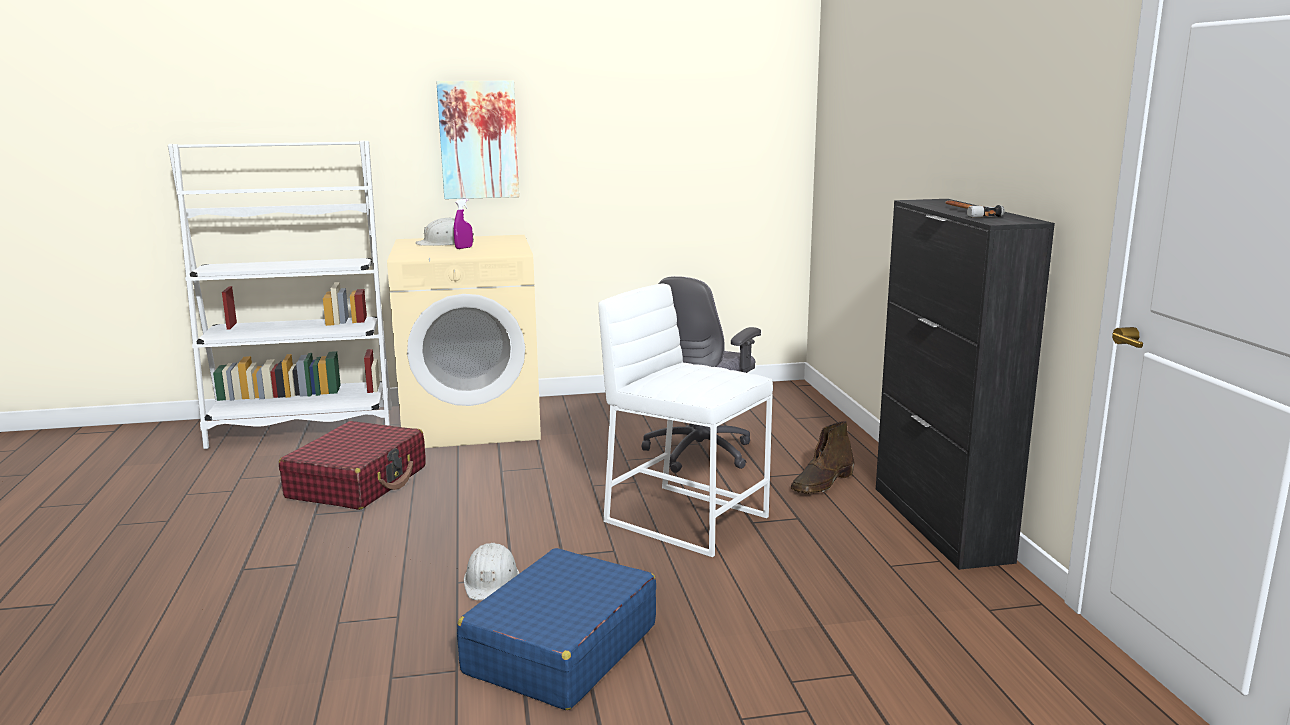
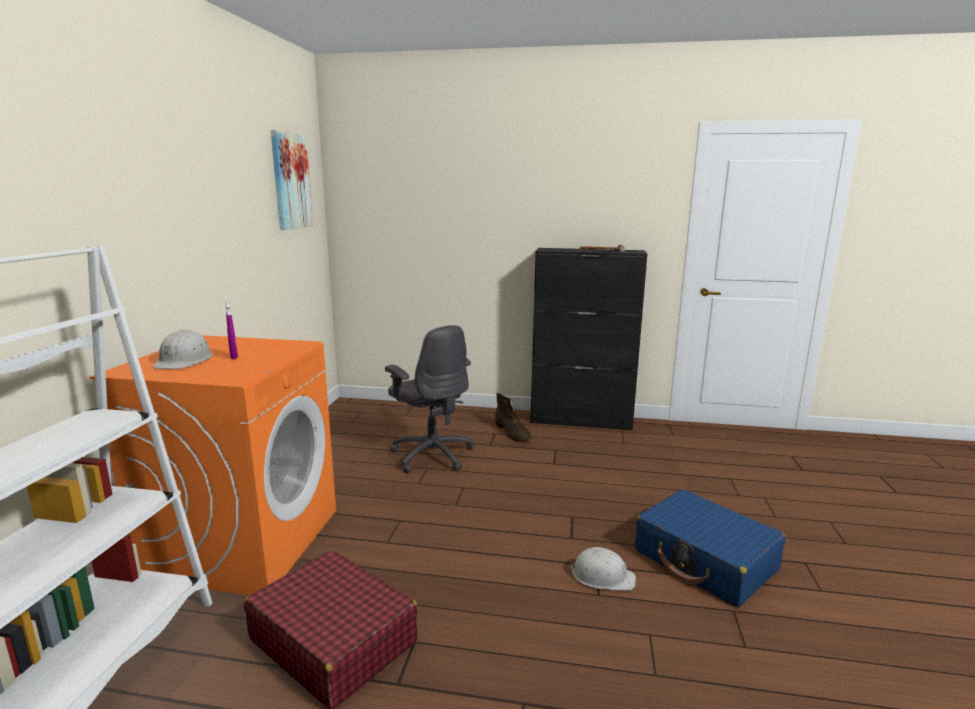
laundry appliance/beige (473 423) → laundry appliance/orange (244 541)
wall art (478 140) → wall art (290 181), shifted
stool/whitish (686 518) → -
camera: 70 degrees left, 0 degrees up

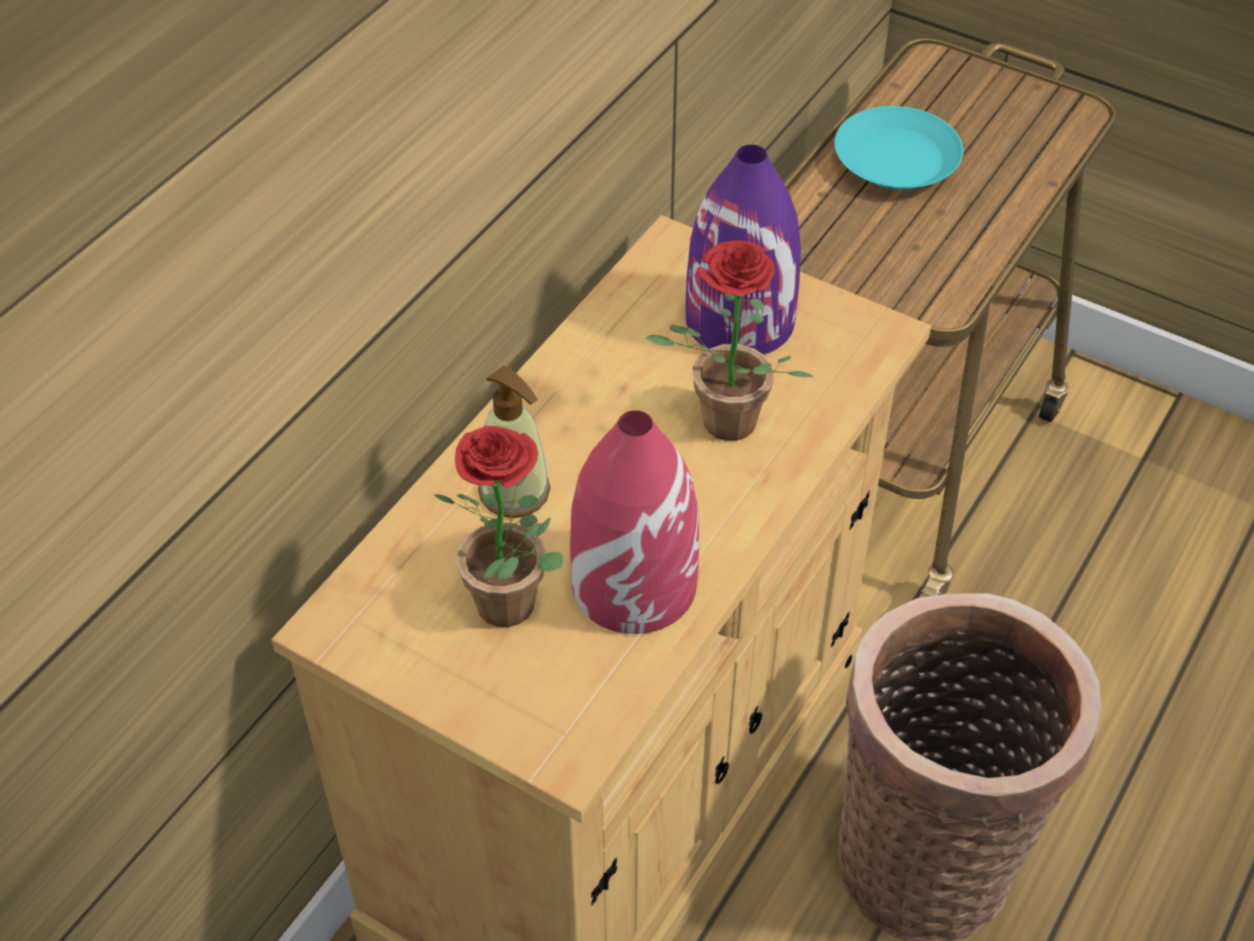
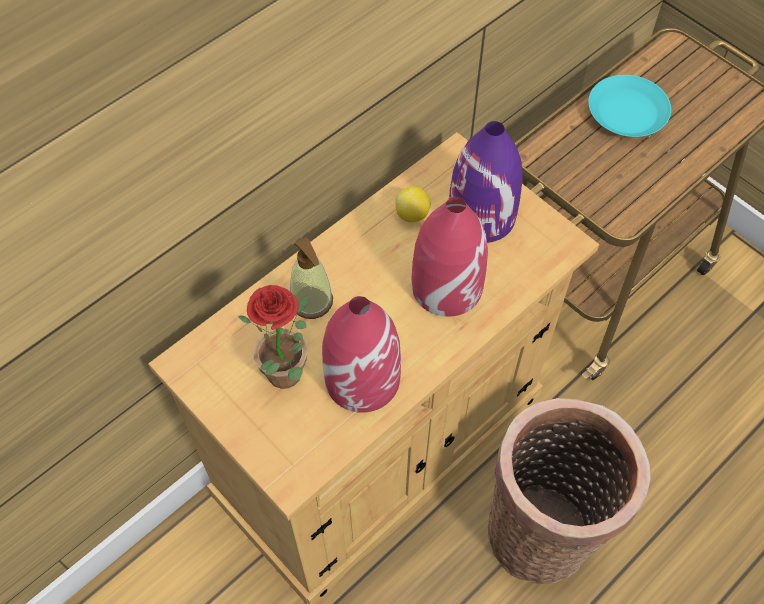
- → lemon (412 214)
potted plant (720 427) → flower vase/reddish (446 286)
camera: 15 degrees right, 10 degrees up

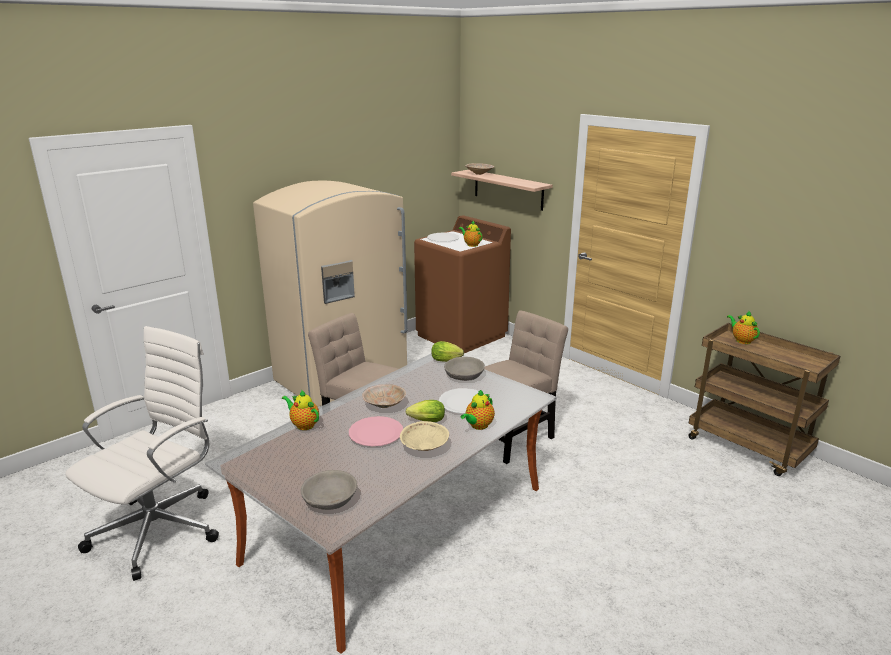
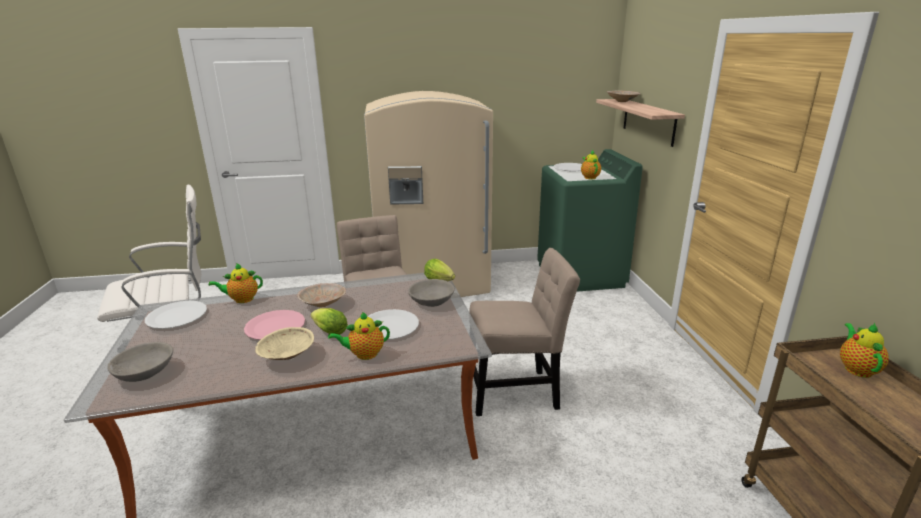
- → flat dish/whitish (177 316)
teapot (303 425) → teapot (242 299), 90 degrees counterclockwise
laundry appliance/brown (461 336) → laundry appliance/greenish (580 275)
camera: 35 degrees right, 0 degrees up

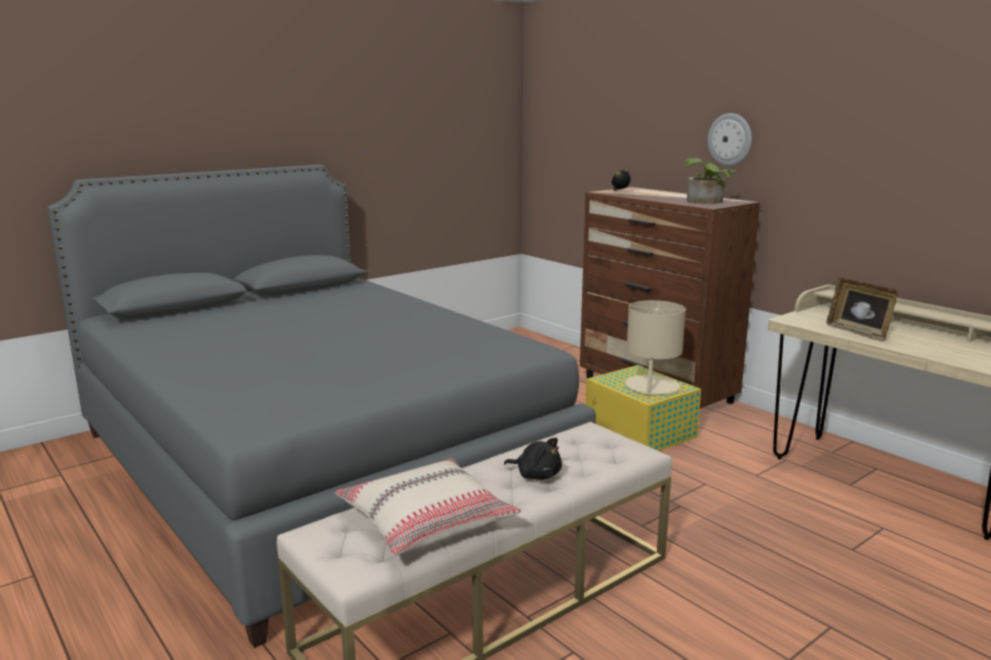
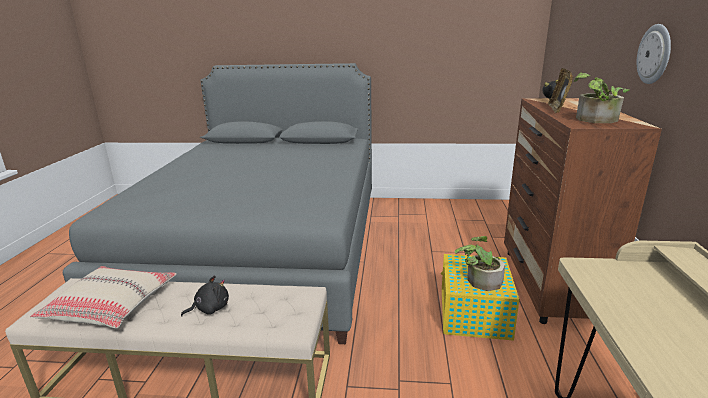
soft toy/black-coloured (536 475) → soft toy/black-coloured (210 308), 105 degrees counterclockwise
tabletop lamp/beige (652 387) → potted plant (479 280)
photo frame (858 332) → photo frame (557 109), shifted
camera: 45 degrees right, 5 degrees up

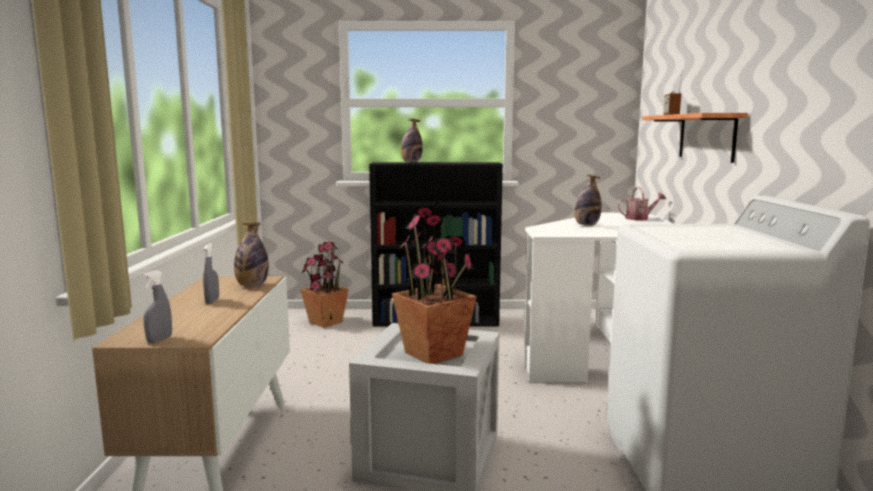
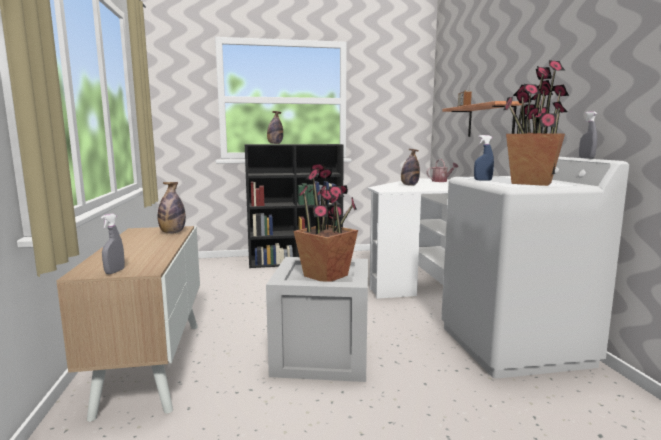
- → hand sprayer/blue (482 180)
potted plant (325 322) → potted plant (530 183), shifted
hand sprayer/grey (212 301) → hand sprayer/grey (586 158), shifted
camera: 10 degrees left, 0 degrees up

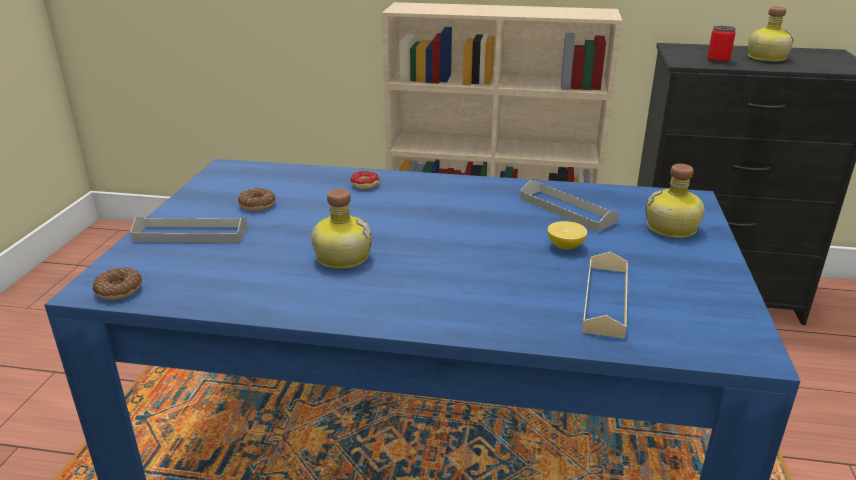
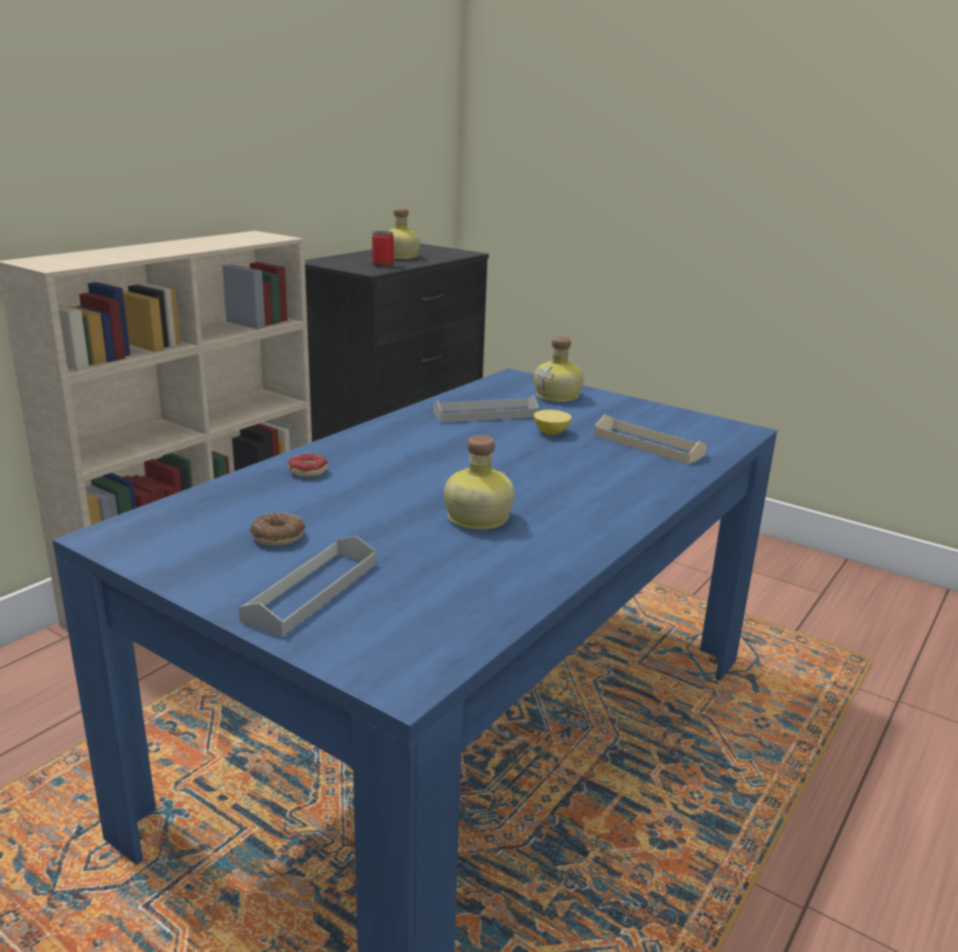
doughnut (119 290) → -
camera: 65 degrees left, 5 degrees down

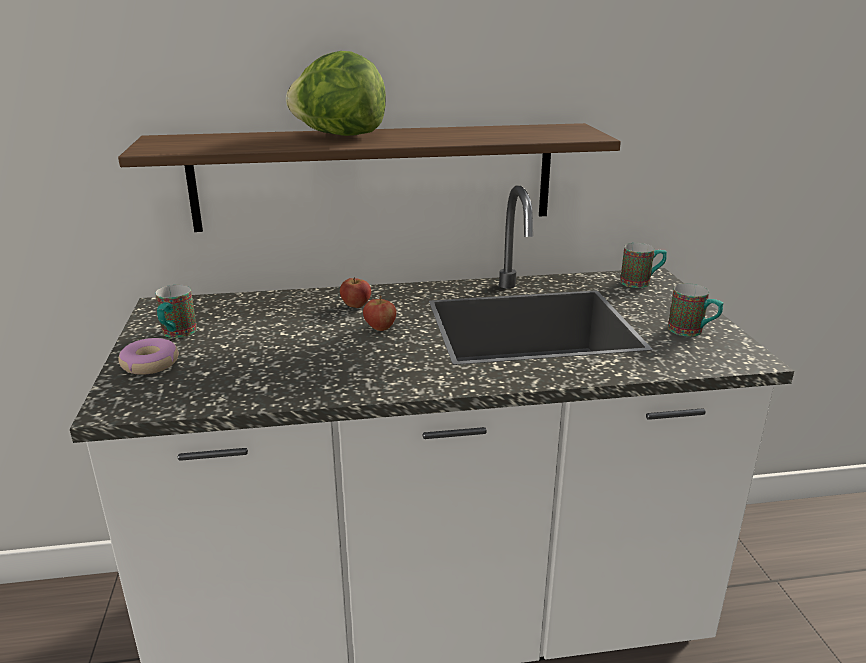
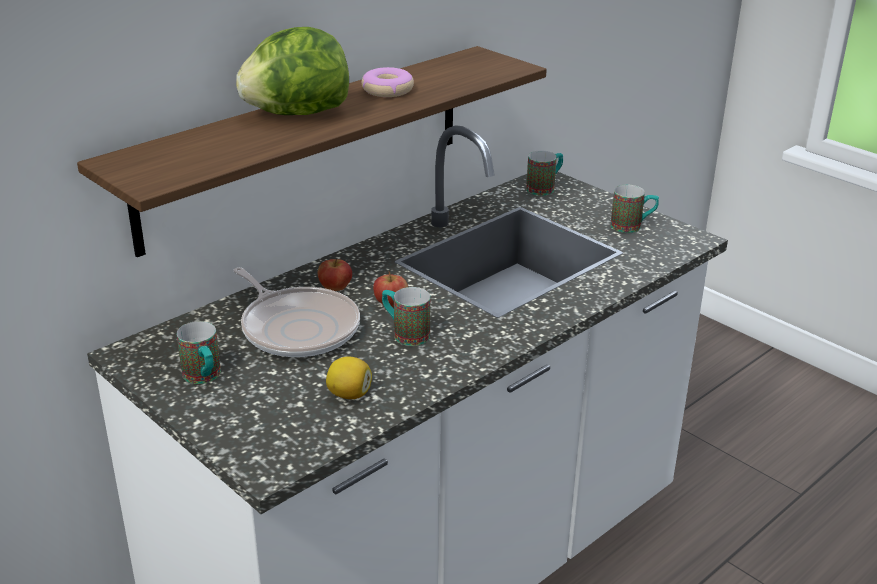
- → frying pan (297 328)
- → lemon (349 394)
doughnut (150 364) → doughnut (387 90), shifted
- → coffee mug (405 333)
camera: 35 degrees left, 5 degrees up

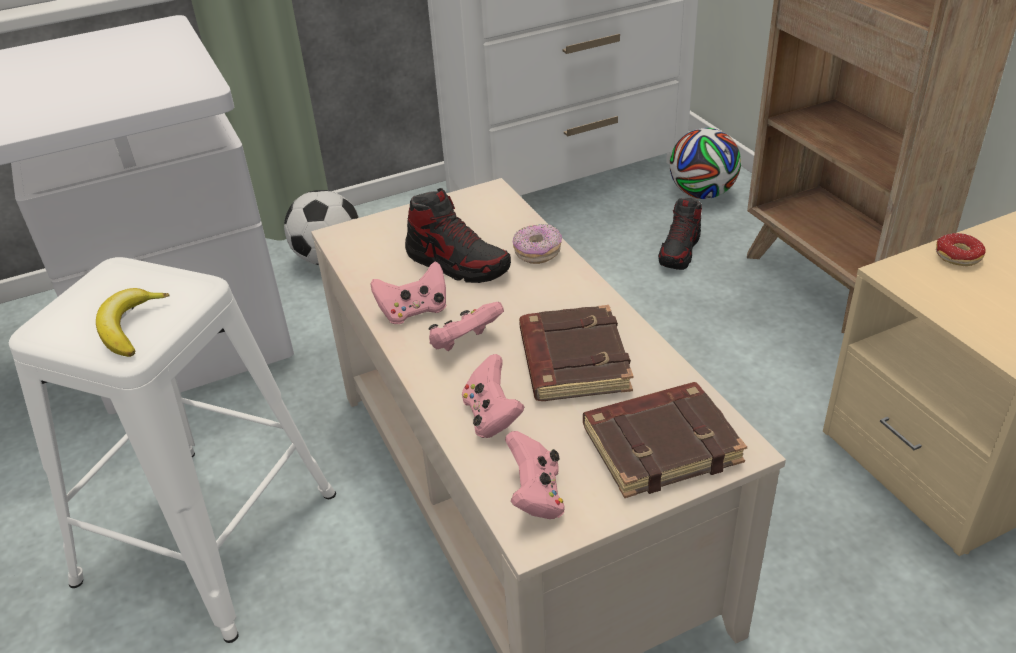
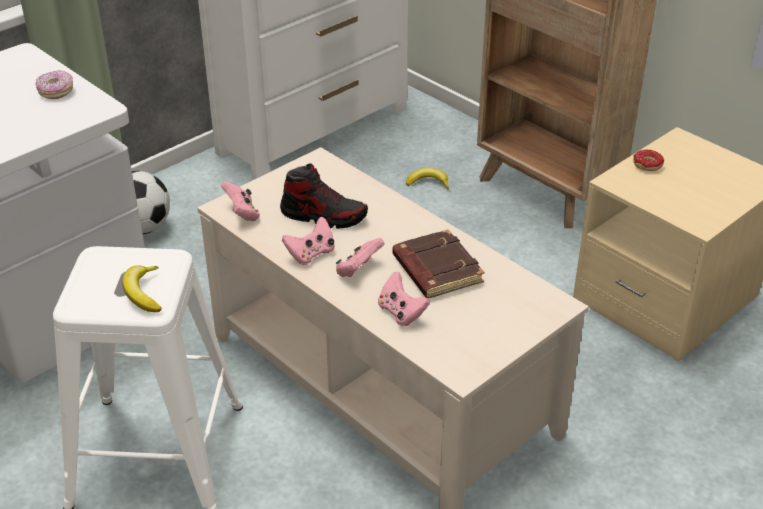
doughnut (537 253) → doughnut (56 92), shifted
game controller/pink (536 496) → game controller/pink (242 214), shifted
low shoe (680 251) → banana fruit (428 183)
bound book/brown (661 444) → -
football (702 194) → -
camera: 20 degrees left, 0 degrees up

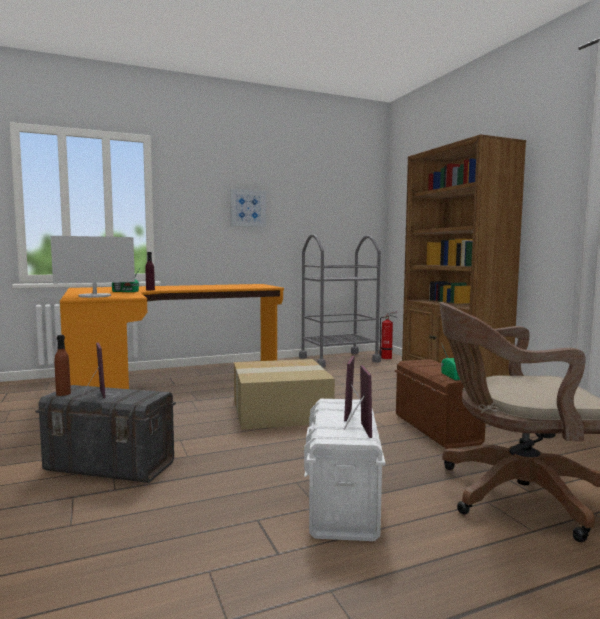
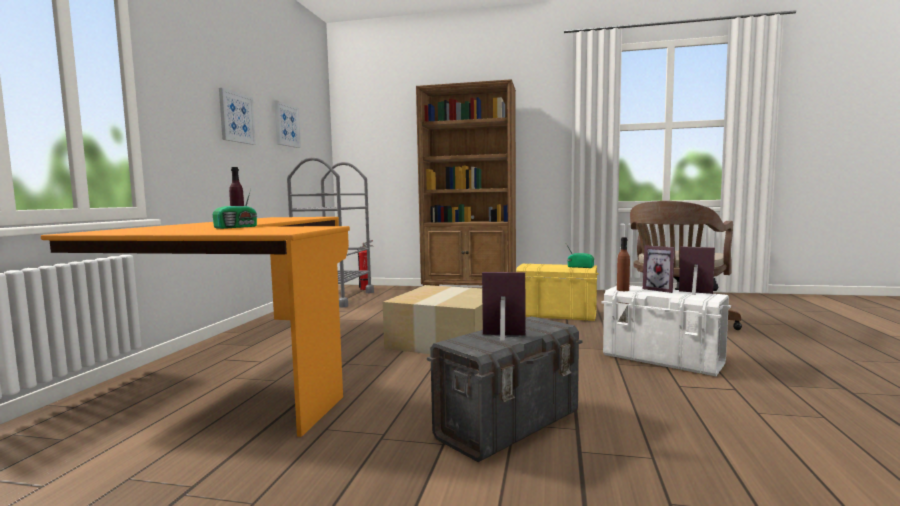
- → wall art (286 125)
storage bin/brown (436 429) → storage bin/yellow (556 314)
bottle/brown (63 394) → bottle/brown (622 290), shifted
computer screen (95 296) → -
camera: 55 degrees left, 0 degrees up

